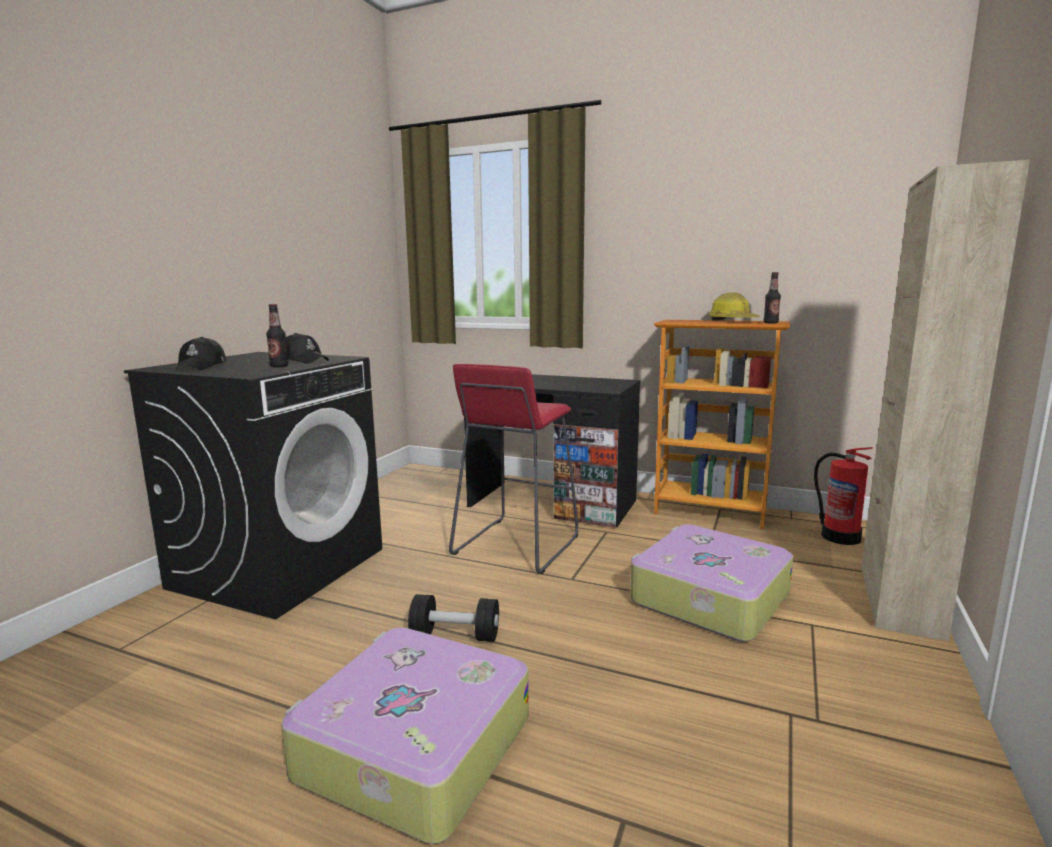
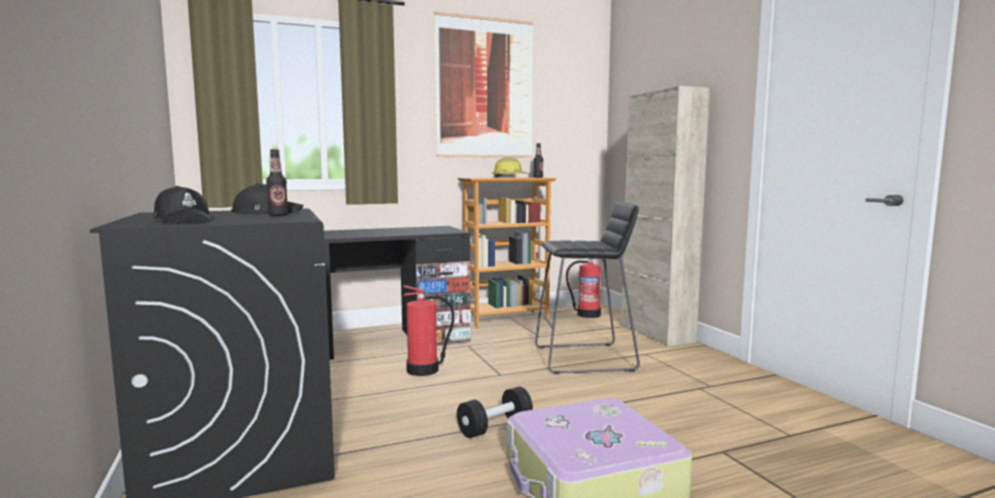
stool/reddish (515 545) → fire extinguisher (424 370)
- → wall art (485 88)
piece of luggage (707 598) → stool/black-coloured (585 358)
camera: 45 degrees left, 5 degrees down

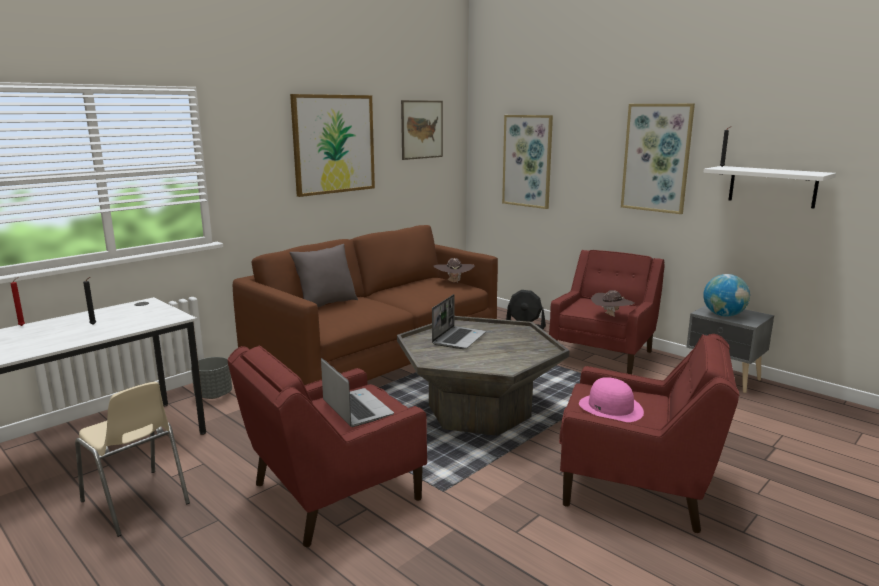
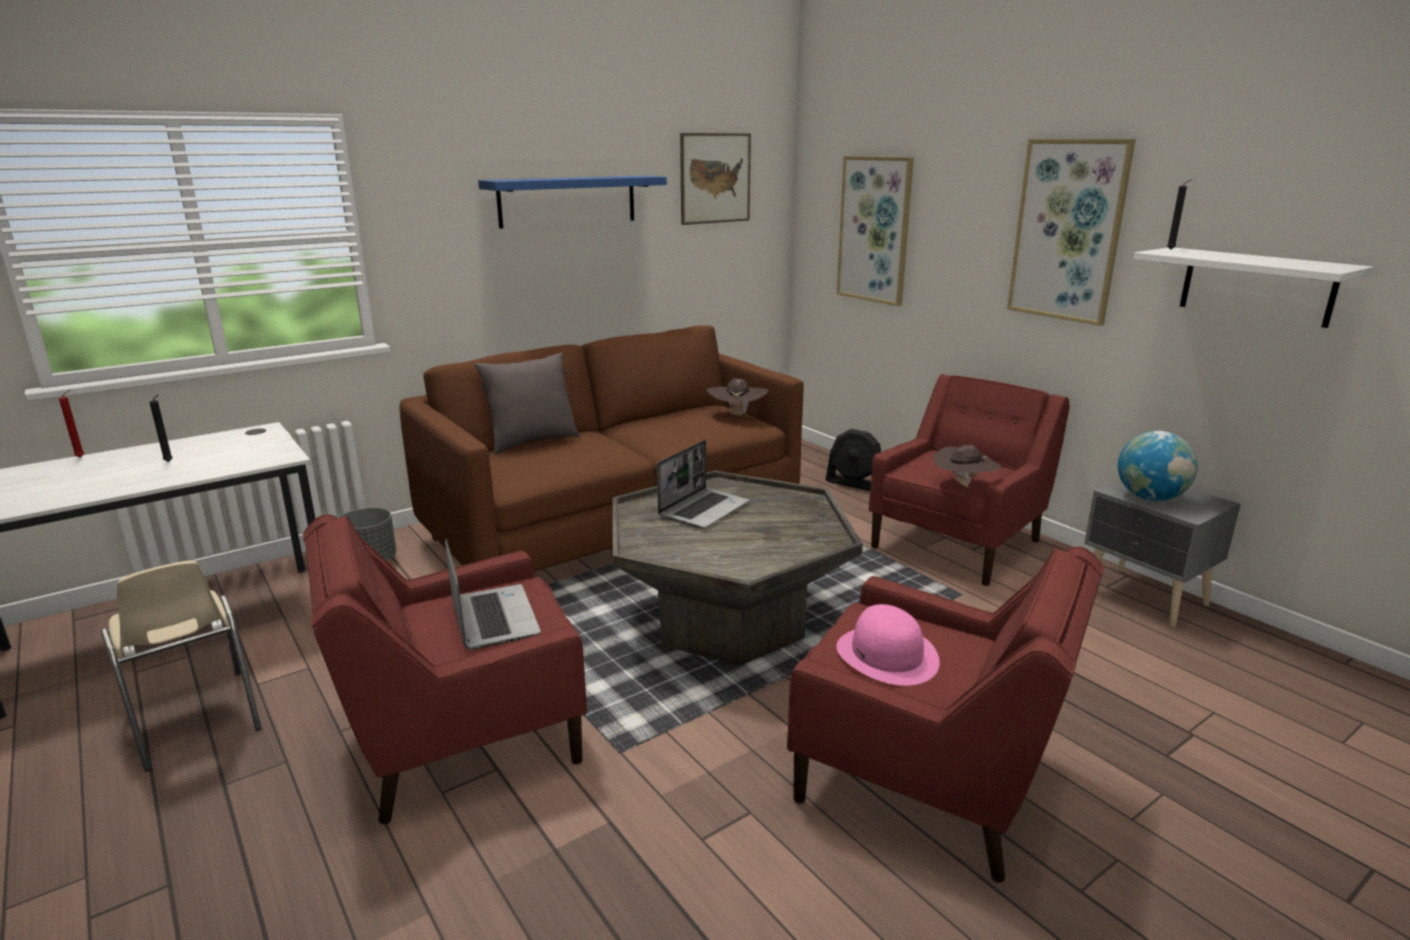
wall art (334 144) → bracket shelf/blue (568 201)
camera: 10 degrees right, 5 degrees up

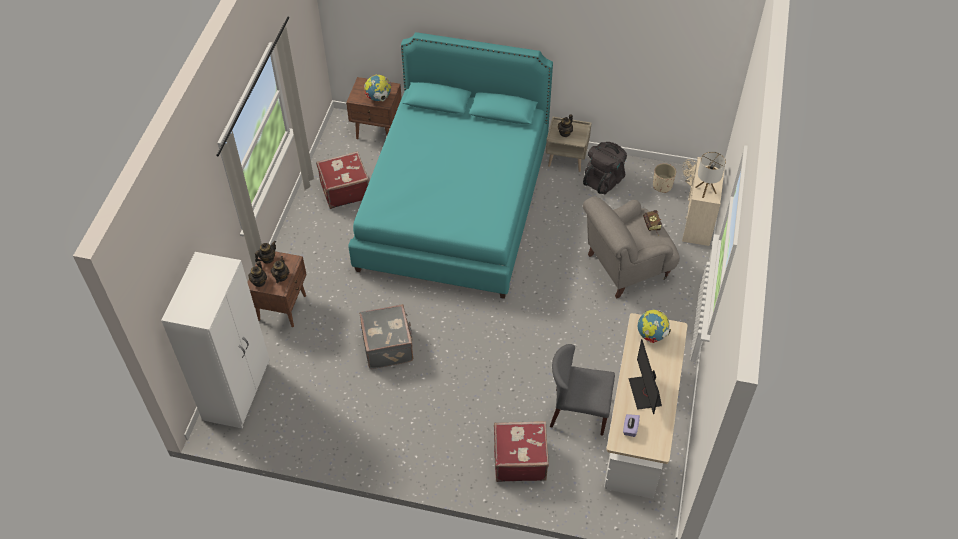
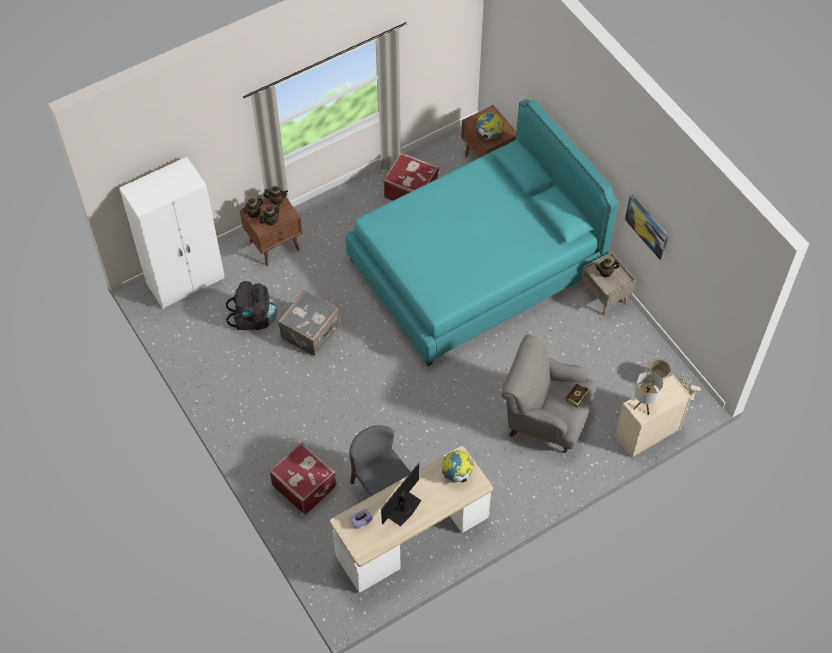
knapsack/black-coloured (604 180) → knapsack/black-coloured (254 318), shifted
- → wall art (647 226)
camera: 45 degrees right, 5 degrees up

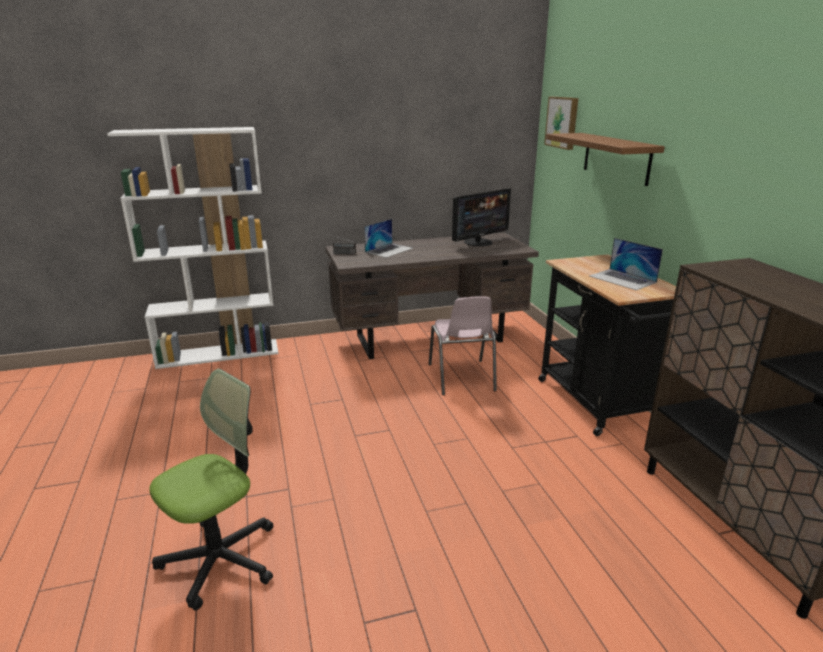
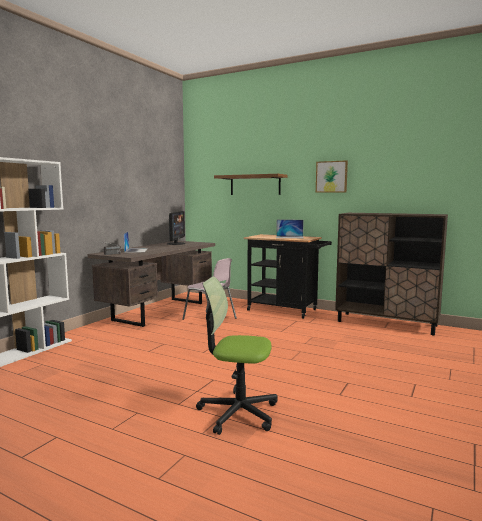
desk chair (220 559) → desk chair (238 412), 75 degrees counterclockwise
wall art (563 122) → wall art (331 177), shifted
camera: 45 degrees left, 15 degrees down

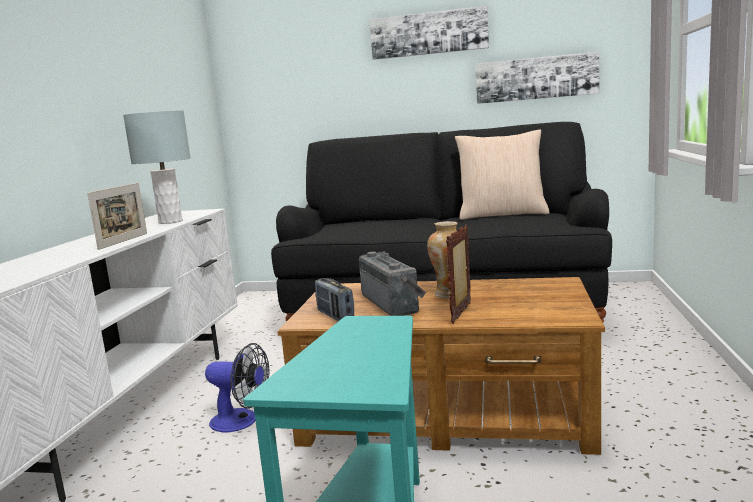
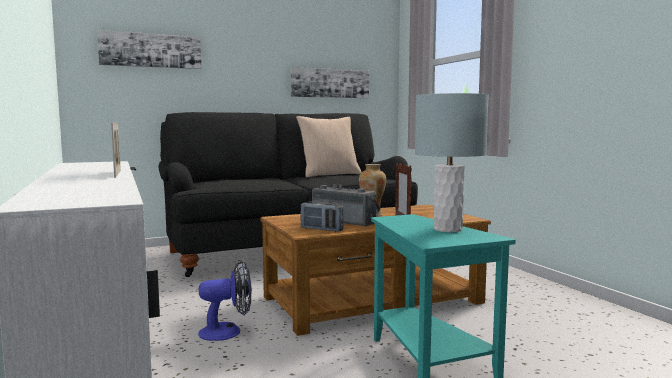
wall art (428 33) → wall art (151 50), shifted
tabletop lamp/grey (170 222) → tabletop lamp/grey (447 229), shifted
camera: 35 degrees left, 5 degrees down

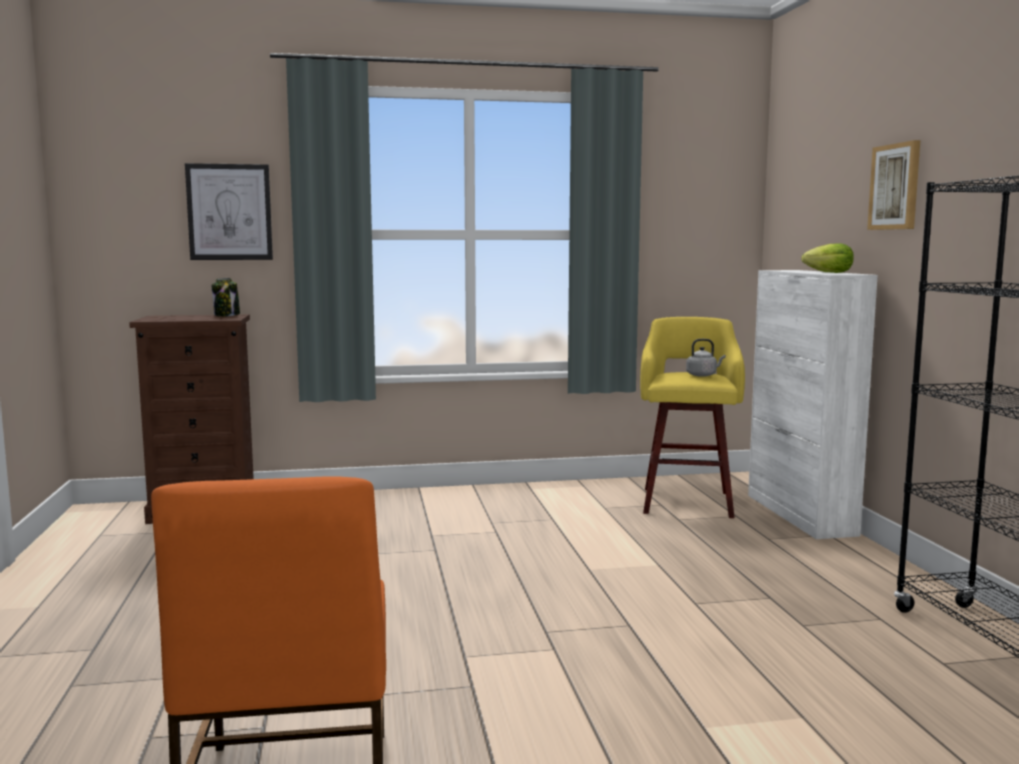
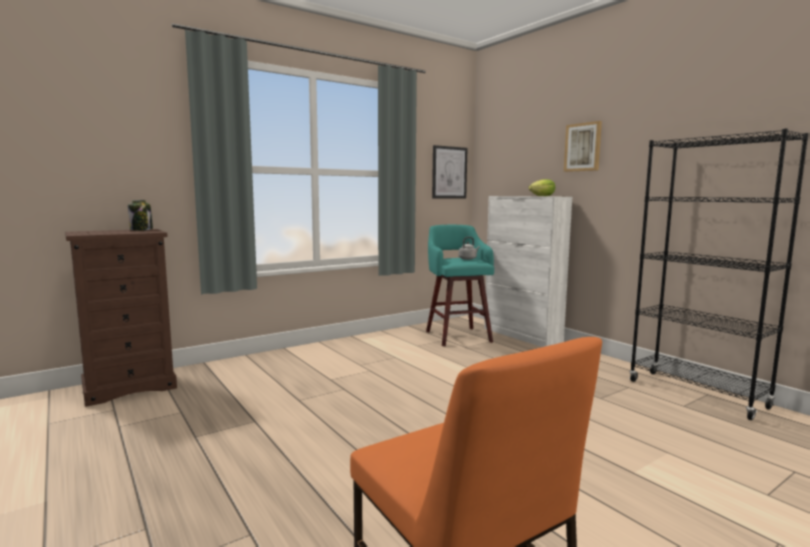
stool/yellow (687 501) → stool/turquoise (457 336)
wall art (229 212) → wall art (449 172), shifted
camera: 25 degrees left, 0 degrees up

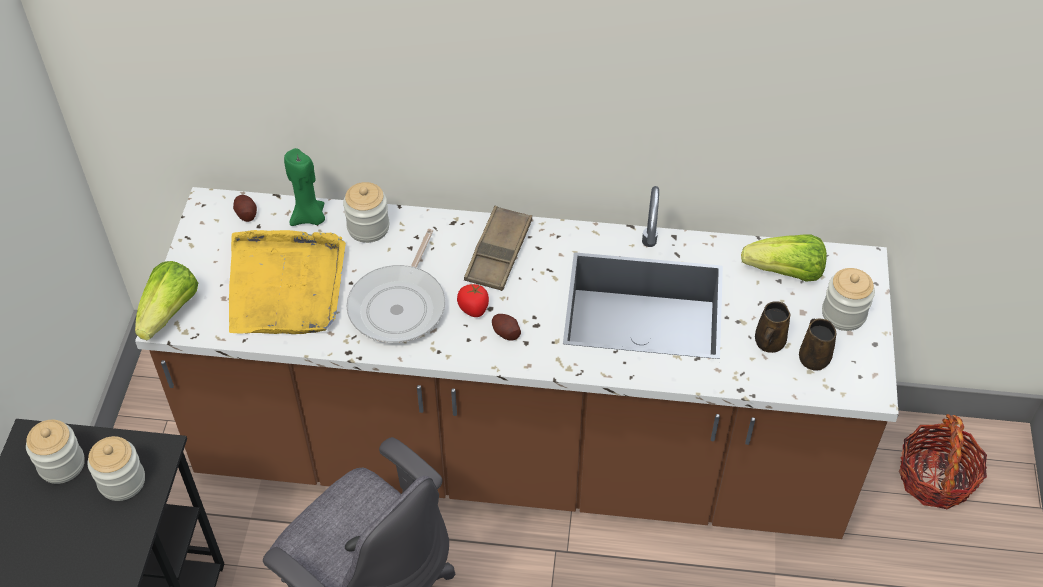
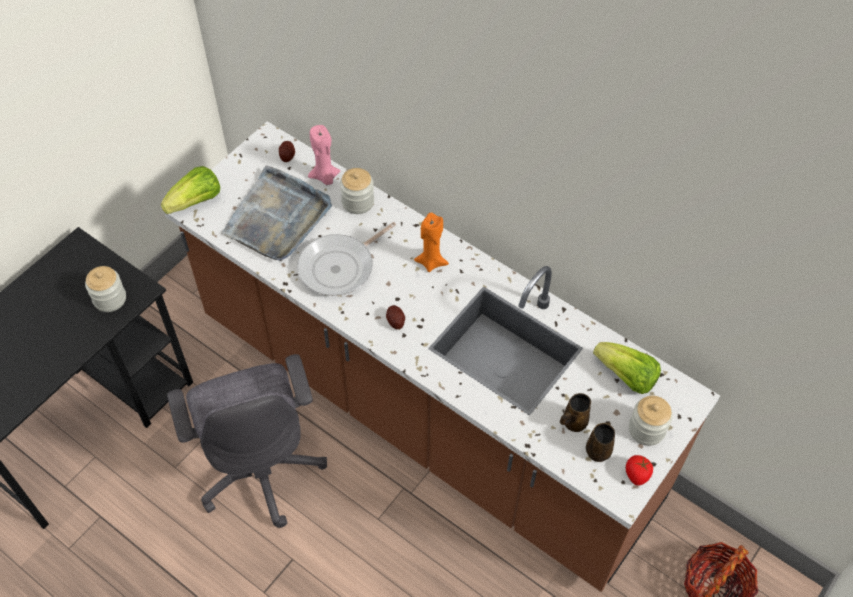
serving tray/yellow (286 286) → serving tray/grey (277 218)
candle/greenish (309 218) → candle/pink (325 177)
serving tray/brown (498 253) → candle/orange (431 262)
tomato (474 309) → tomato (637 475), shifted
preserve jar (62 464) → -
camera: 30 degrees right, 5 degrees up

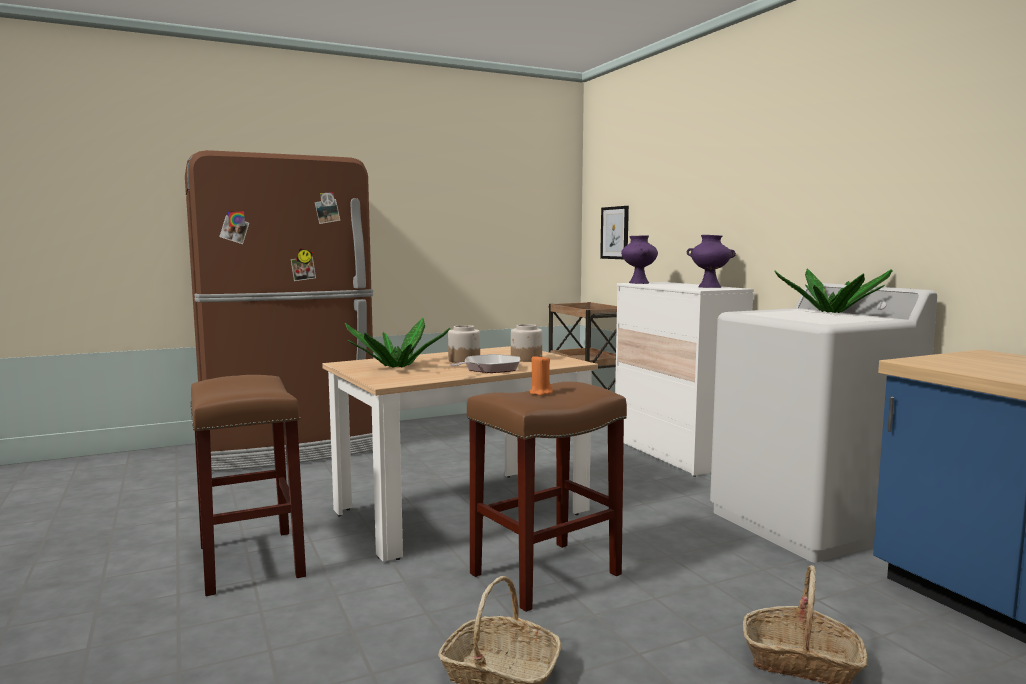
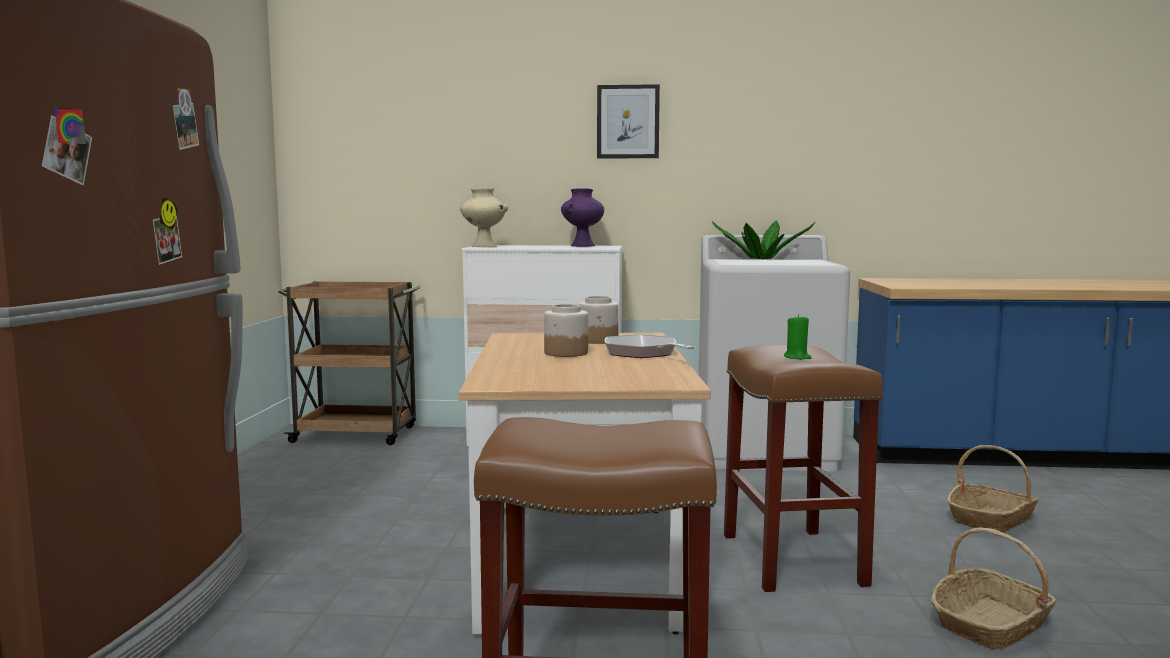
flower vase/purple-coloured (638 283) → flower vase/beige (483 247)
wall art (615 233) → wall art (628 122), shifted
candle/orange (540 393) → candle/greenish (797 357)
potted plant (397 367) → -
camera: 60 degrees left, 0 degrees up

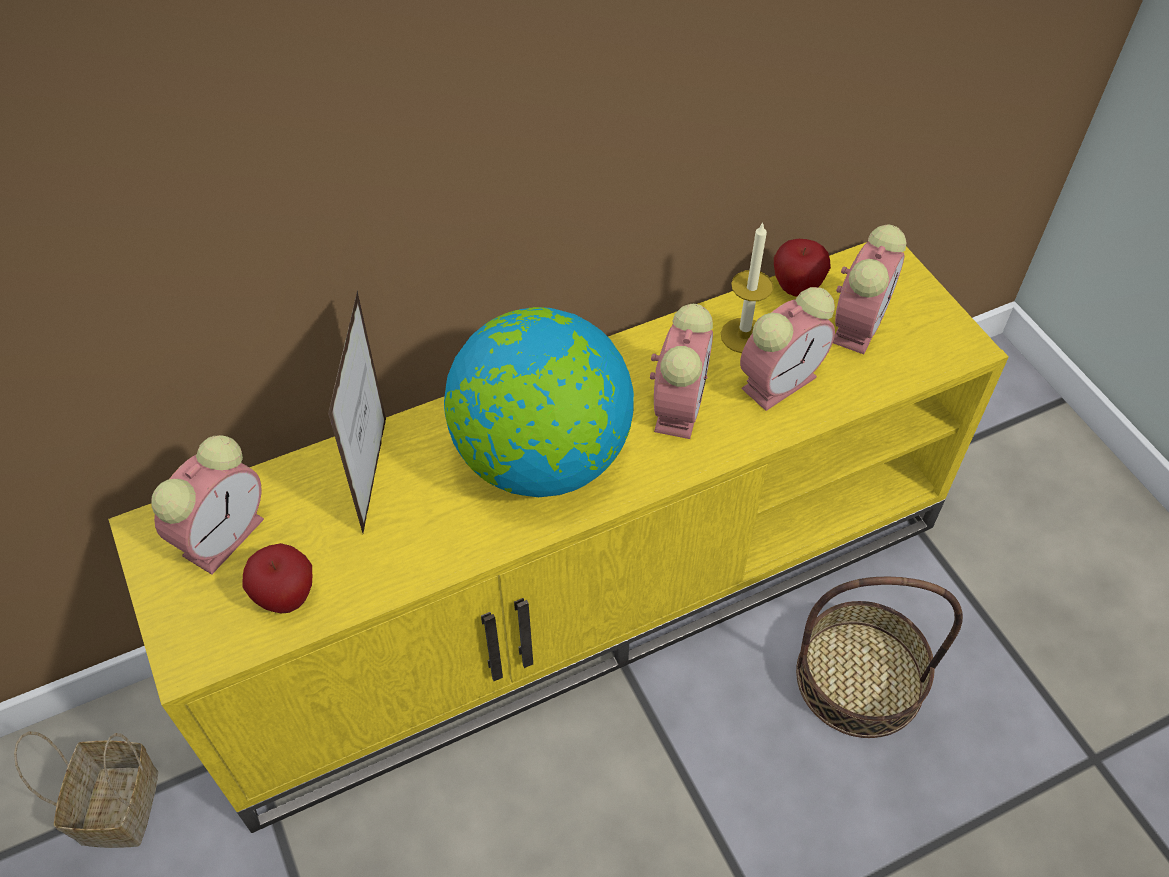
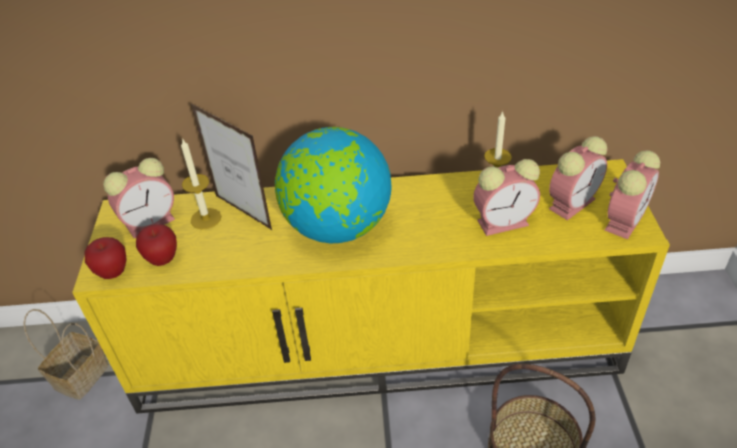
whole apple (796 288) → whole apple (113 272), shifted
- → candle (206 218)
photo frame (375 474) → photo frame (243 212), 105 degrees clockwise
alarm clock (678 405) → alarm clock (624 219), shifted
camera: 25 degrees right, 10 degrees down

